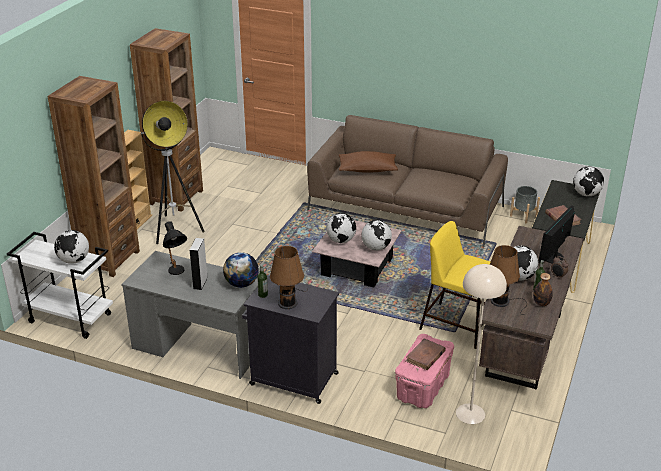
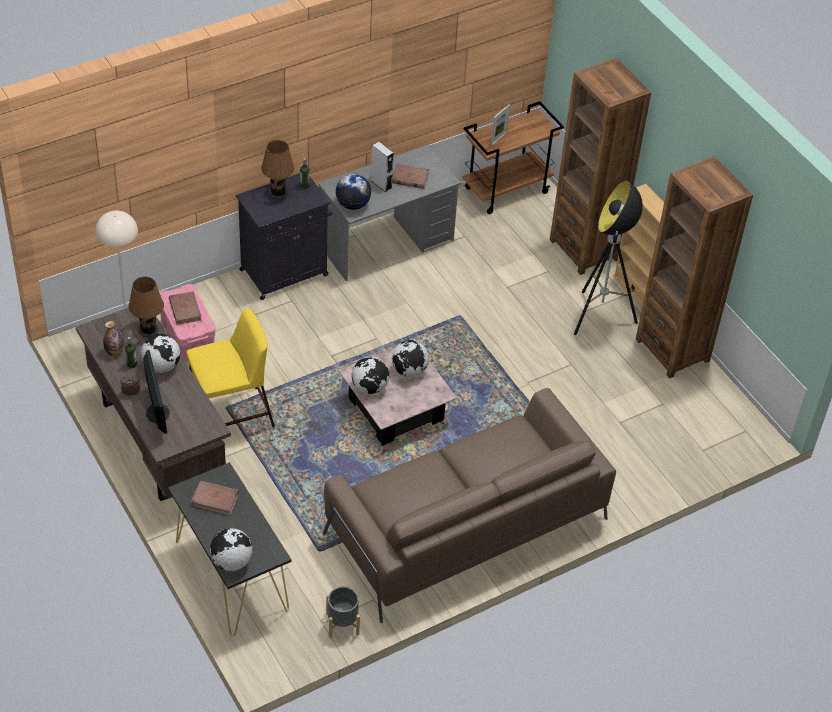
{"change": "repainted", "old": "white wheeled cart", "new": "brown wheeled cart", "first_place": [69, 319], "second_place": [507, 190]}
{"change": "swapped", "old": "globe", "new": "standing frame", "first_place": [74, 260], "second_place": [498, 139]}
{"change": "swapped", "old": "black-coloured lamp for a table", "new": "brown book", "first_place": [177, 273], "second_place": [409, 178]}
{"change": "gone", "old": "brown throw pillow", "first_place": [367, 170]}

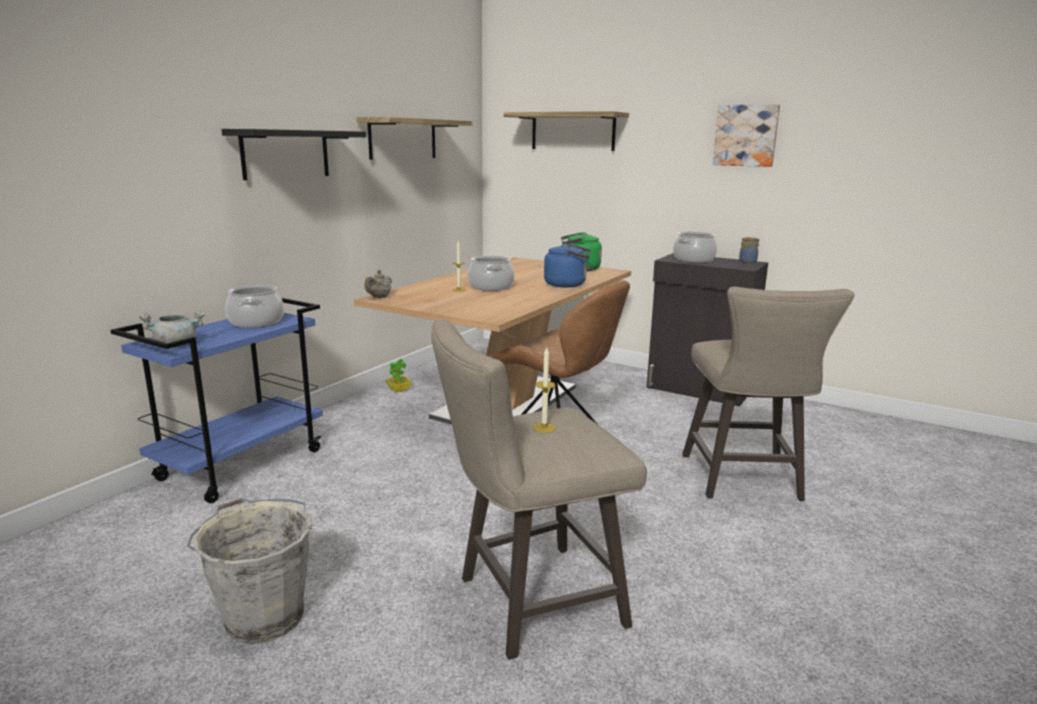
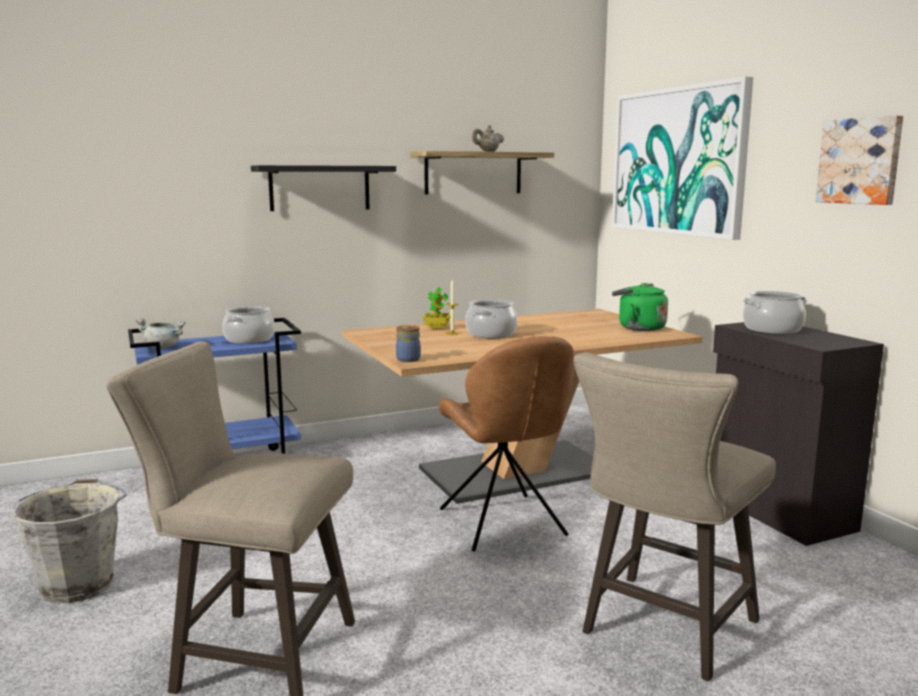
{"change": "shifted", "old": "beige tea pot", "first_place": [379, 297], "second_place": [488, 151]}
{"change": "shifted", "old": "potted plant", "first_place": [398, 390], "second_place": [437, 327]}
{"change": "swapped", "old": "wall shelf", "new": "wall picture", "first_place": [572, 131], "second_place": [677, 161]}
{"change": "gone", "old": "wax candle", "first_place": [544, 428]}
{"change": "gone", "old": "bluish tea kettle", "first_place": [568, 284]}
{"change": "shifted", "old": "preserve jar", "first_place": [747, 261], "second_place": [409, 359]}

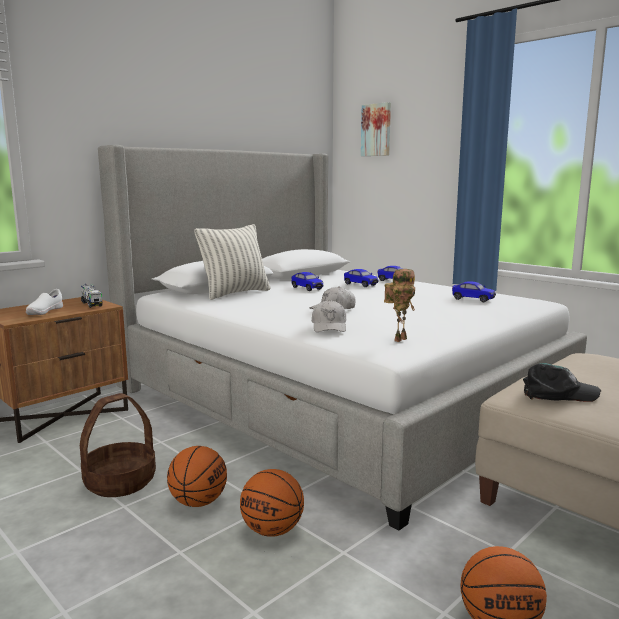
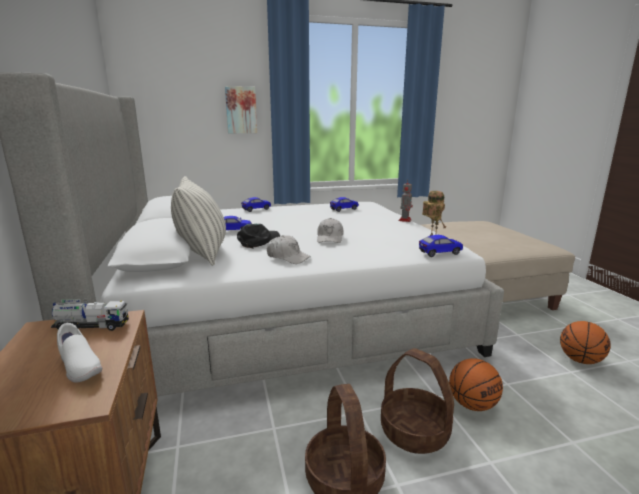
{"change": "swapped", "old": "basketball", "new": "storage basket", "first_place": [198, 502], "second_place": [414, 432]}
{"change": "shifted", "old": "white baseball cap", "first_place": [329, 326], "second_place": [288, 257]}
{"change": "shifted", "old": "model car", "first_place": [360, 284], "second_place": [440, 253]}
{"change": "shifted", "old": "wall picture", "first_place": [376, 130], "second_place": [241, 110]}
{"change": "shifted", "old": "black-coloured baseball cap", "first_place": [558, 393], "second_place": [259, 241]}
{"change": "new", "new": "model robot", "second_place": [405, 220]}

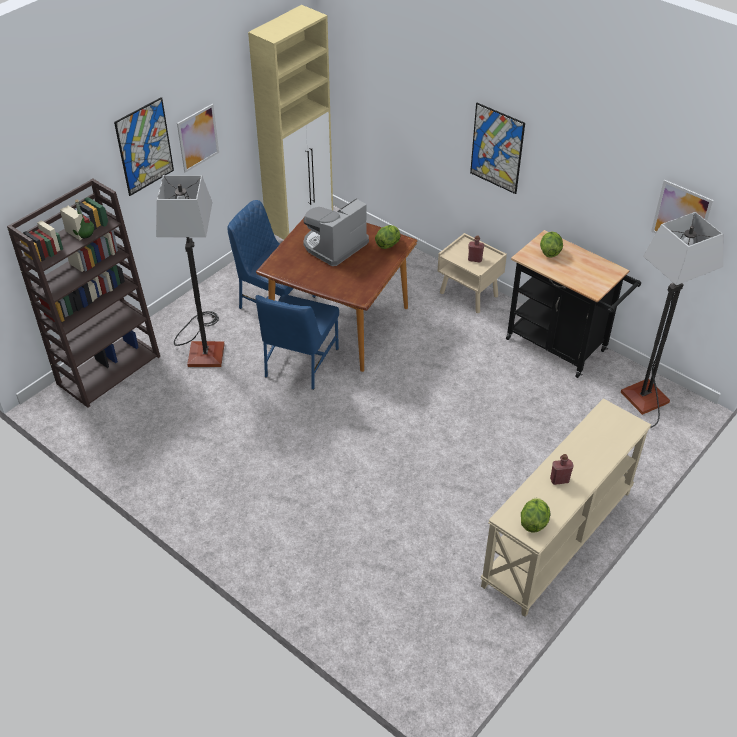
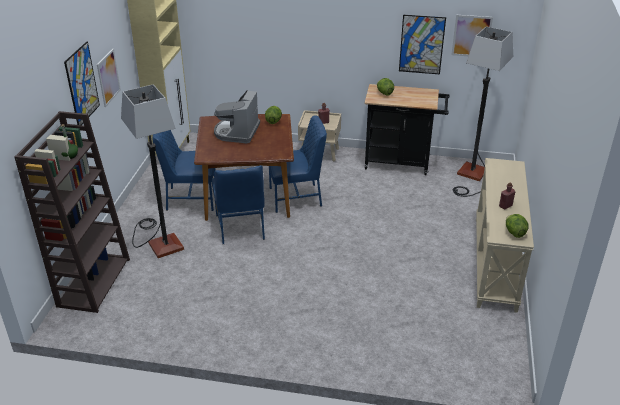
{"change": "shifted", "old": "wall picture", "first_place": [497, 148], "second_place": [421, 44]}
{"change": "new", "new": "bluish upright chair", "second_place": [296, 197]}

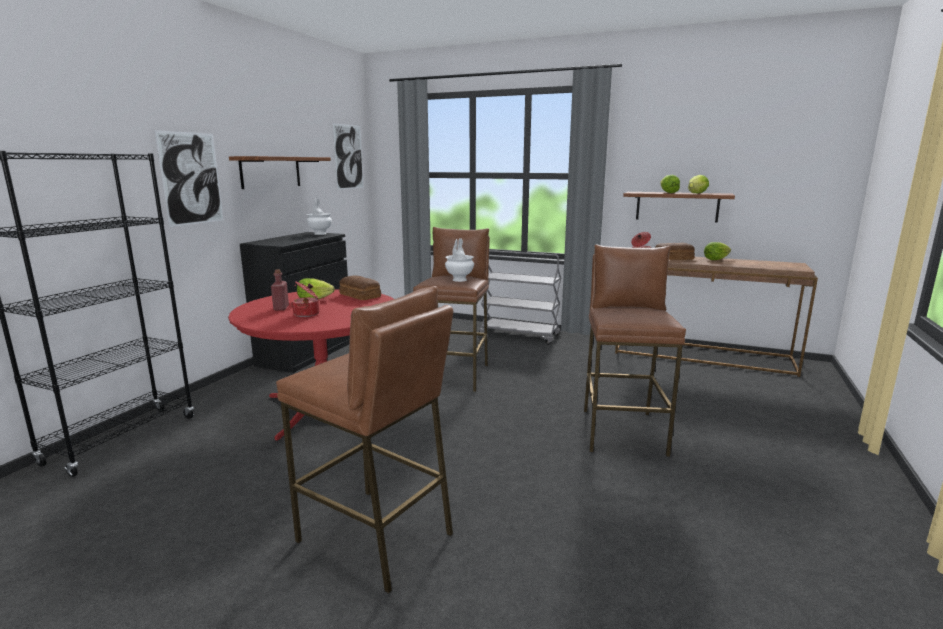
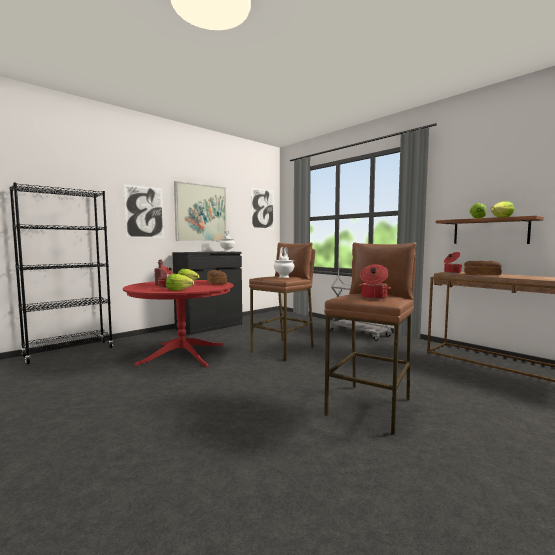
{"change": "swapped", "old": "wall shelf", "new": "wall picture", "first_place": [271, 172], "second_place": [201, 213]}
{"change": "gone", "old": "brown stool", "first_place": [375, 537]}
{"change": "shifted", "old": "lettuce", "first_place": [715, 259], "second_place": [178, 290]}
{"change": "new", "new": "saucepot", "second_place": [373, 297]}

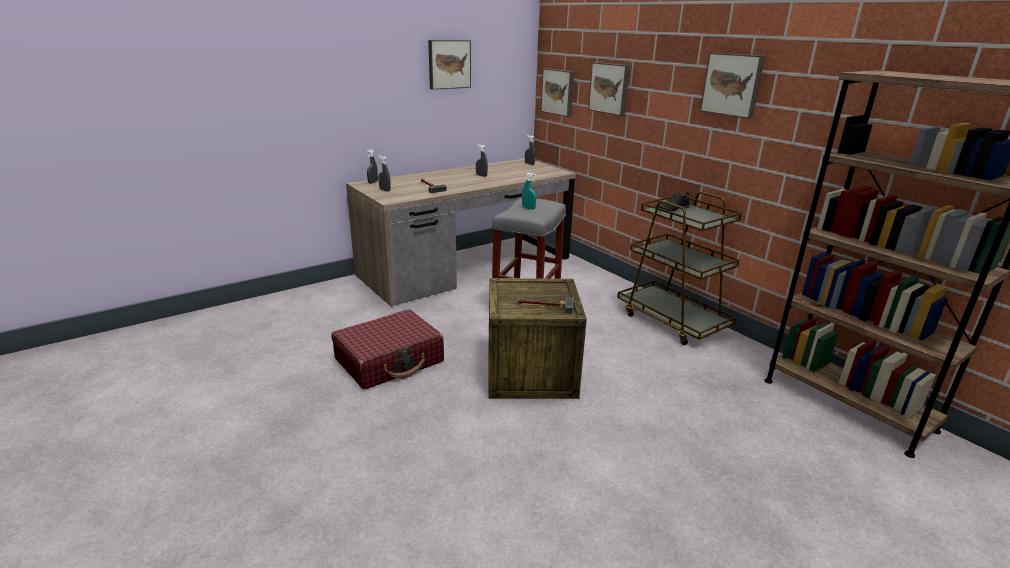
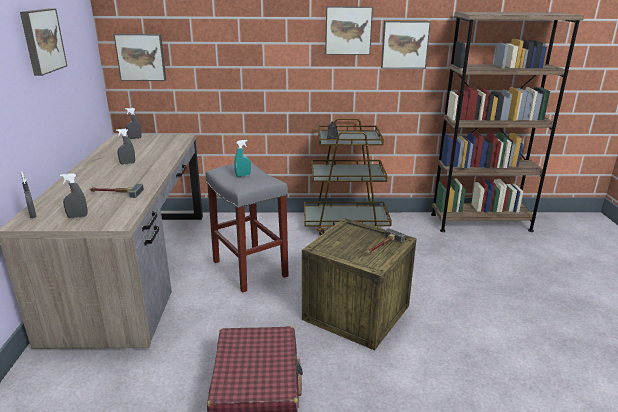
{"change": "shifted", "old": "wall picture", "first_place": [610, 88], "second_place": [404, 44]}

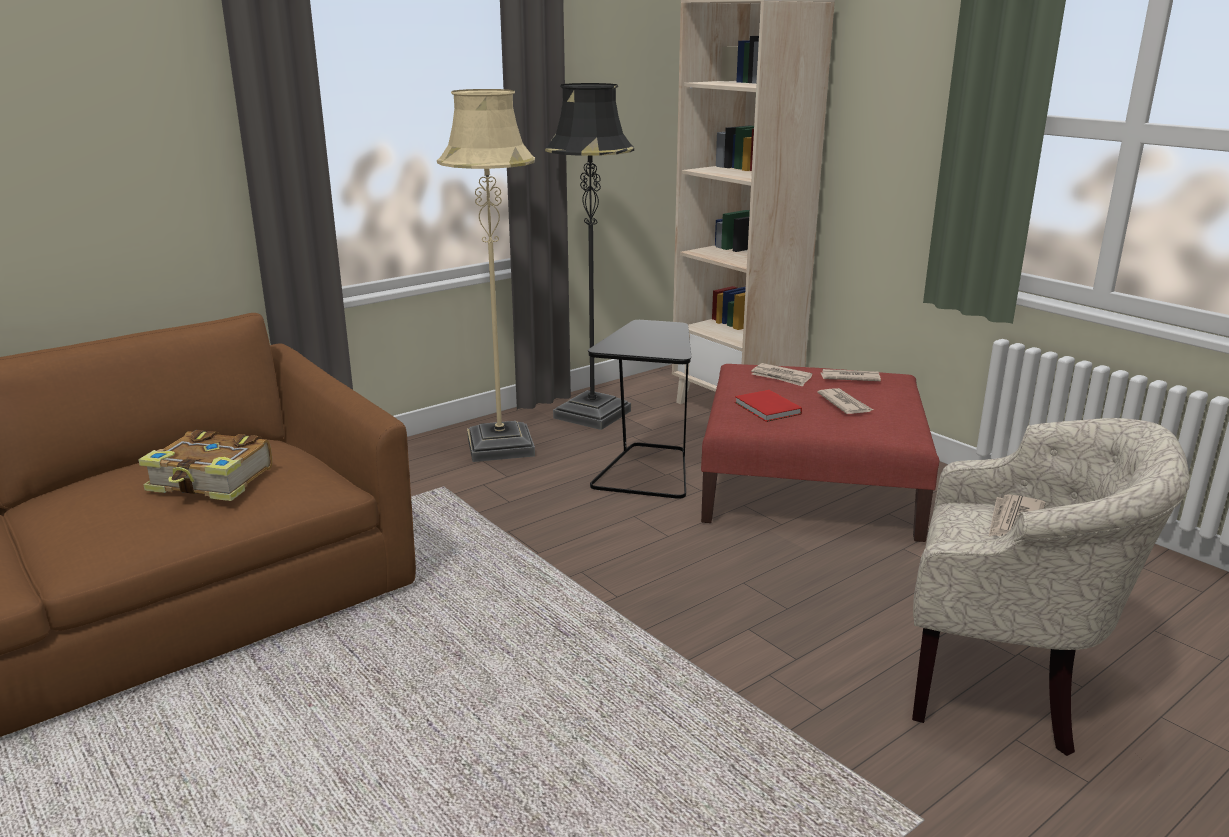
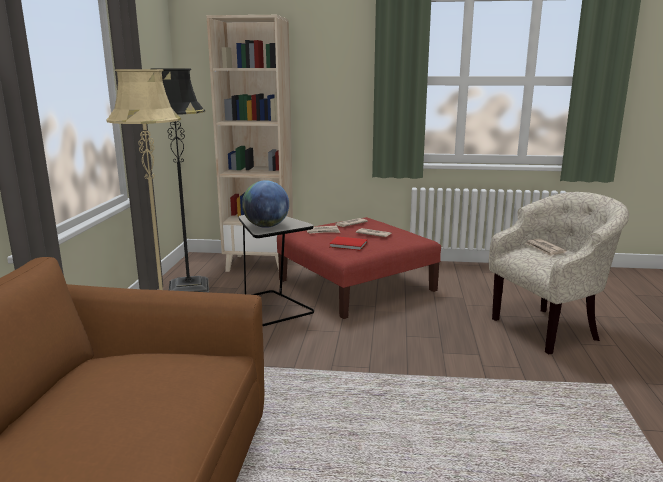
{"change": "gone", "old": "book", "first_place": [212, 481]}
{"change": "new", "new": "globe", "second_place": [266, 226]}

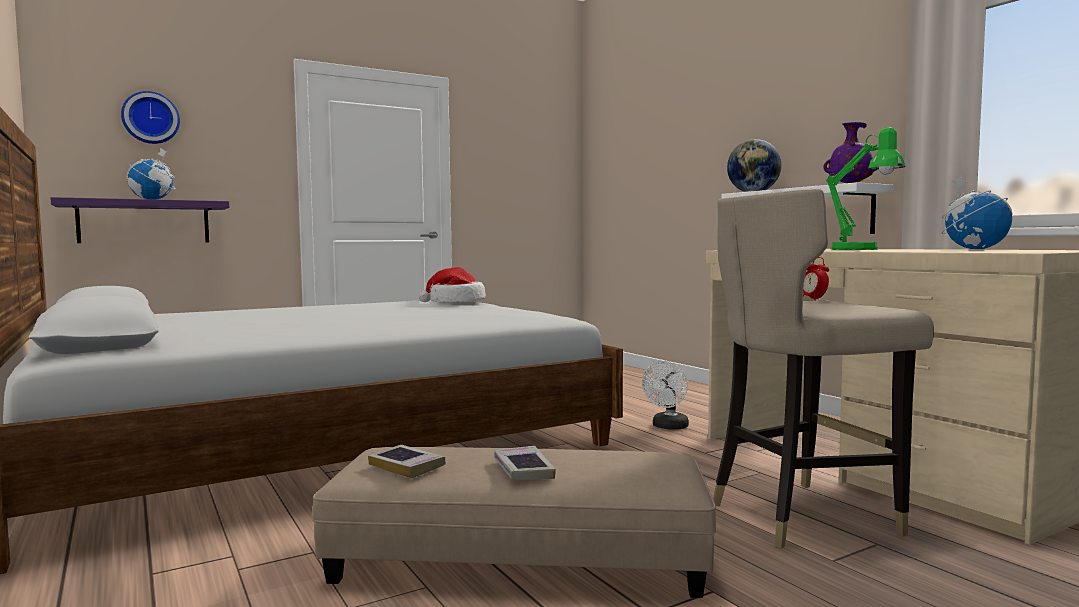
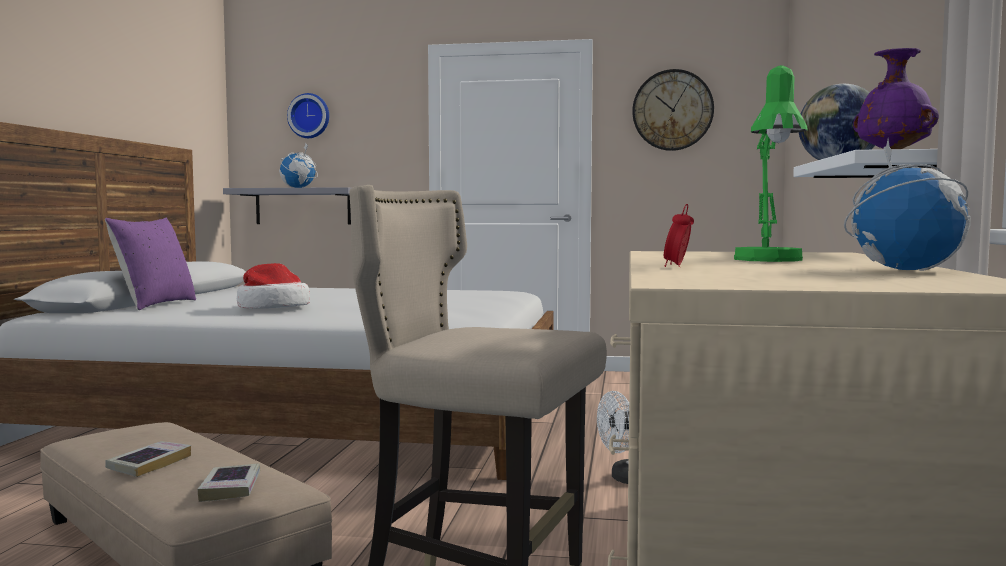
{"change": "repainted", "old": "purple-coloured wall shelf", "new": "grey wall shelf", "first_place": [144, 222], "second_place": [303, 206]}
{"change": "shifted", "old": "book", "first_place": [406, 466], "second_place": [230, 488]}
{"change": "shifted", "old": "clothing hat", "first_place": [455, 302], "second_place": [272, 308]}
{"change": "shifted", "old": "alarm clock", "first_place": [813, 300], "second_place": [677, 267]}
{"change": "new", "new": "purple-coloured throw pillow", "second_place": [155, 304]}
{"change": "new", "new": "clock on the wall", "second_place": [672, 110]}

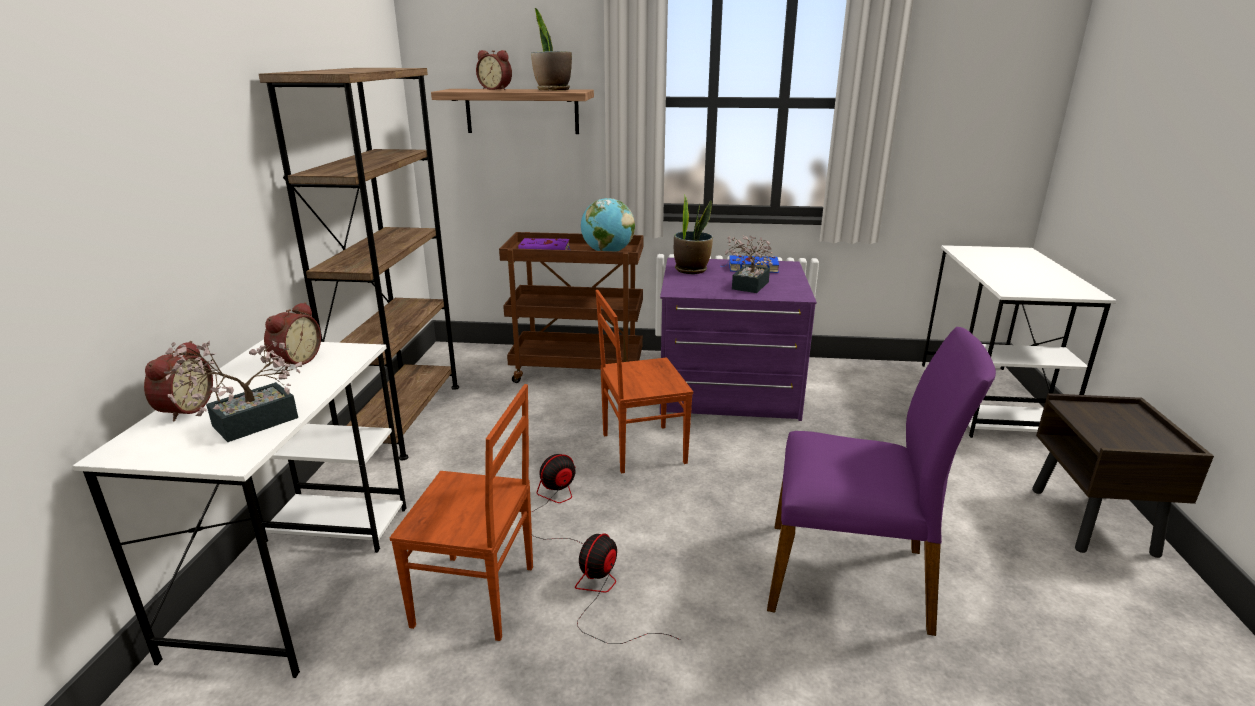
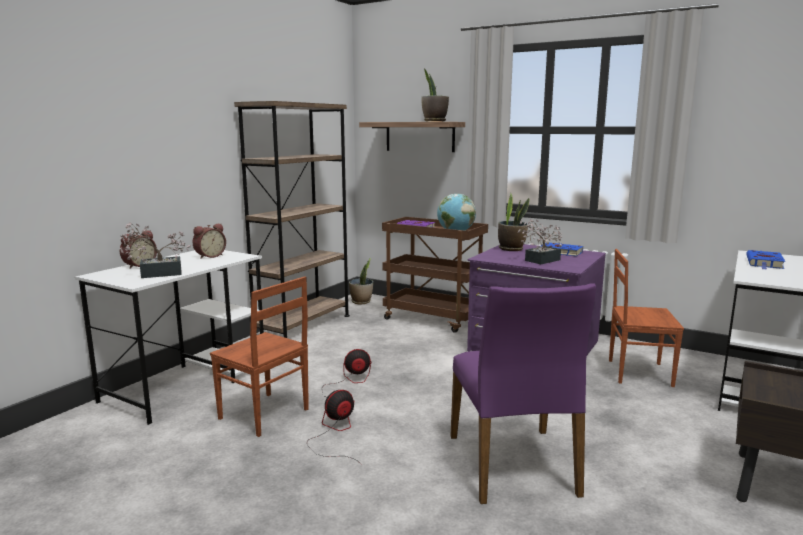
{"change": "gone", "old": "alarm clock", "first_place": [496, 89]}
{"change": "shifted", "old": "brown upright chair", "first_place": [641, 448], "second_place": [638, 372]}
{"change": "rotated", "old": "purple-coloured upright chair", "first_place": [850, 577], "second_place": [513, 465], "degrees": 45}
{"change": "new", "new": "potted plant", "second_place": [361, 302]}
{"change": "new", "new": "bluish book", "second_place": [764, 263]}

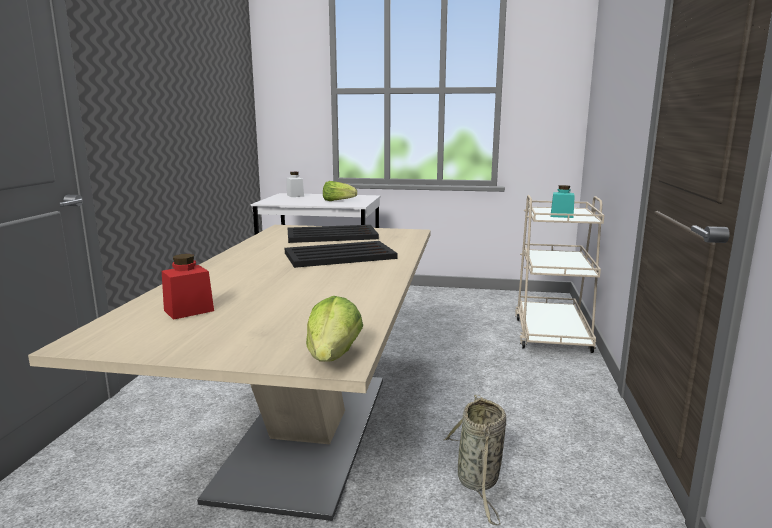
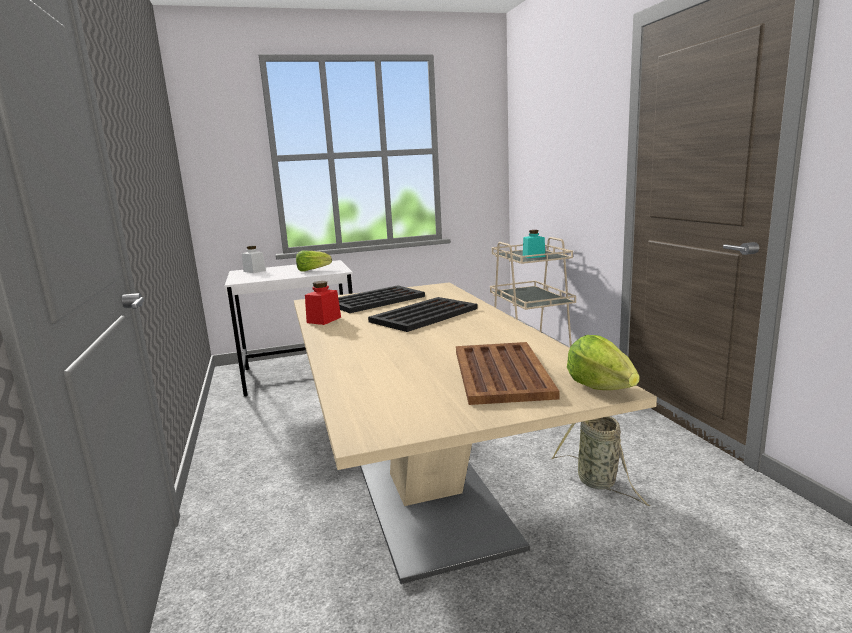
{"change": "shifted", "old": "red-coloured preserve jar", "first_place": [189, 310], "second_place": [324, 320]}
{"change": "new", "new": "brown carrying tray", "second_place": [501, 372]}

